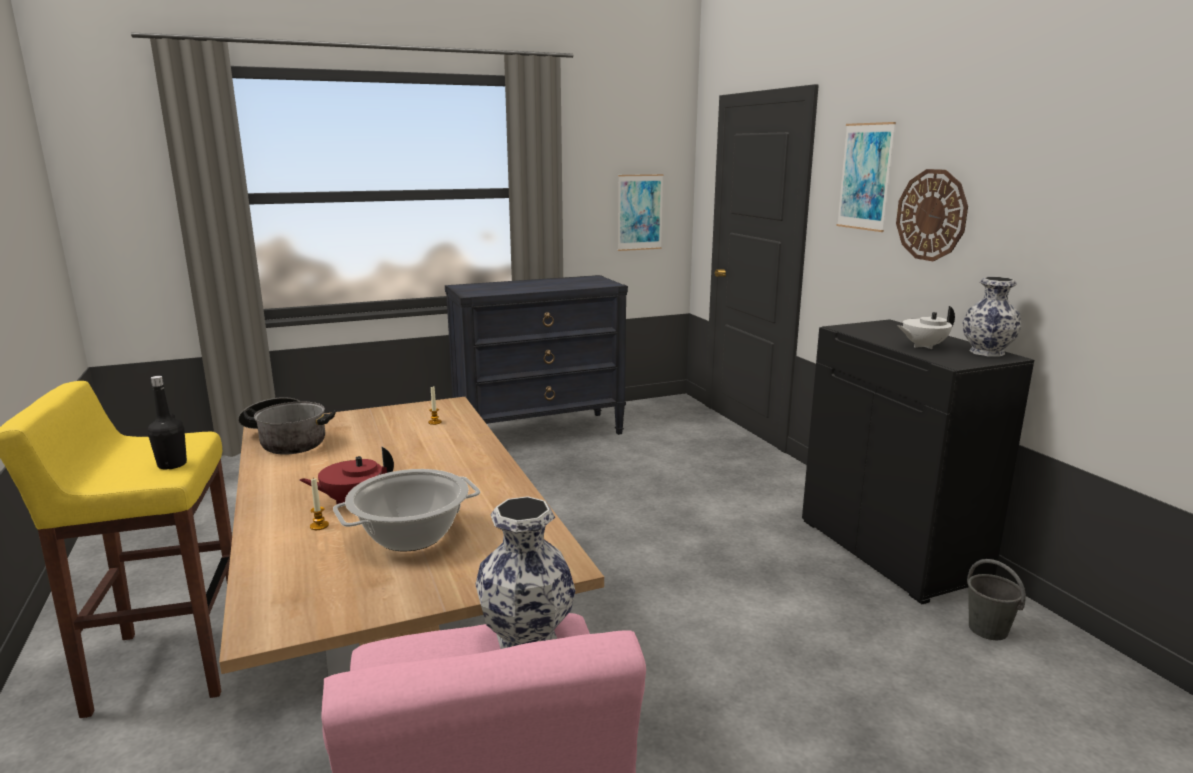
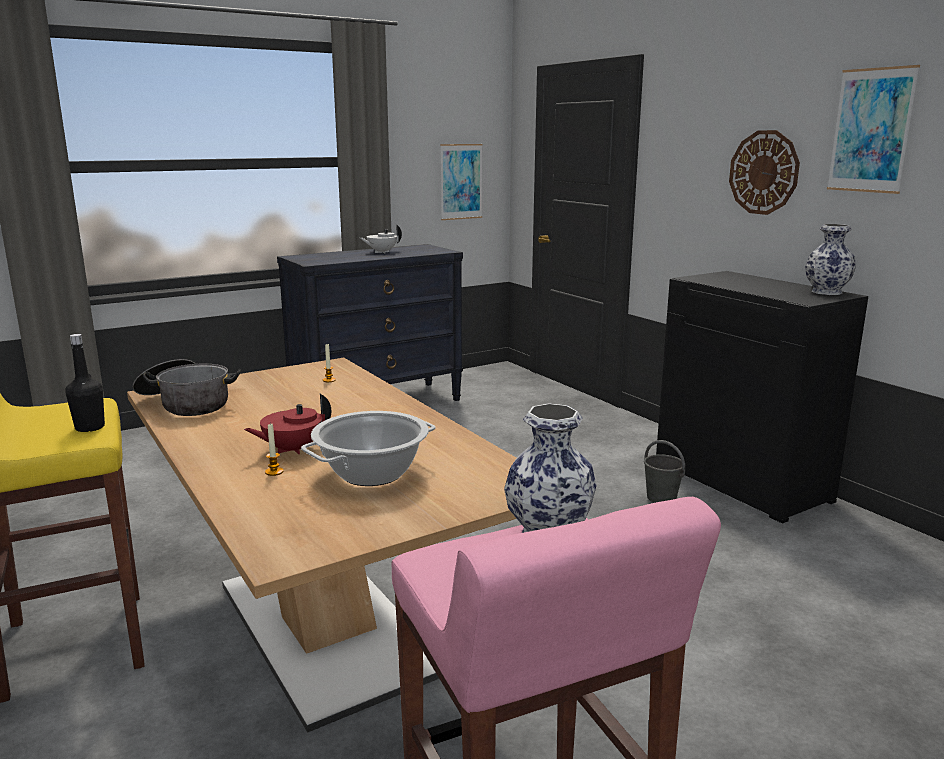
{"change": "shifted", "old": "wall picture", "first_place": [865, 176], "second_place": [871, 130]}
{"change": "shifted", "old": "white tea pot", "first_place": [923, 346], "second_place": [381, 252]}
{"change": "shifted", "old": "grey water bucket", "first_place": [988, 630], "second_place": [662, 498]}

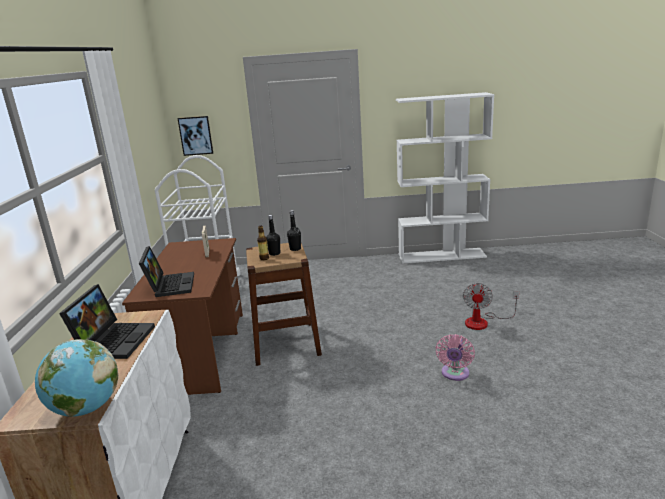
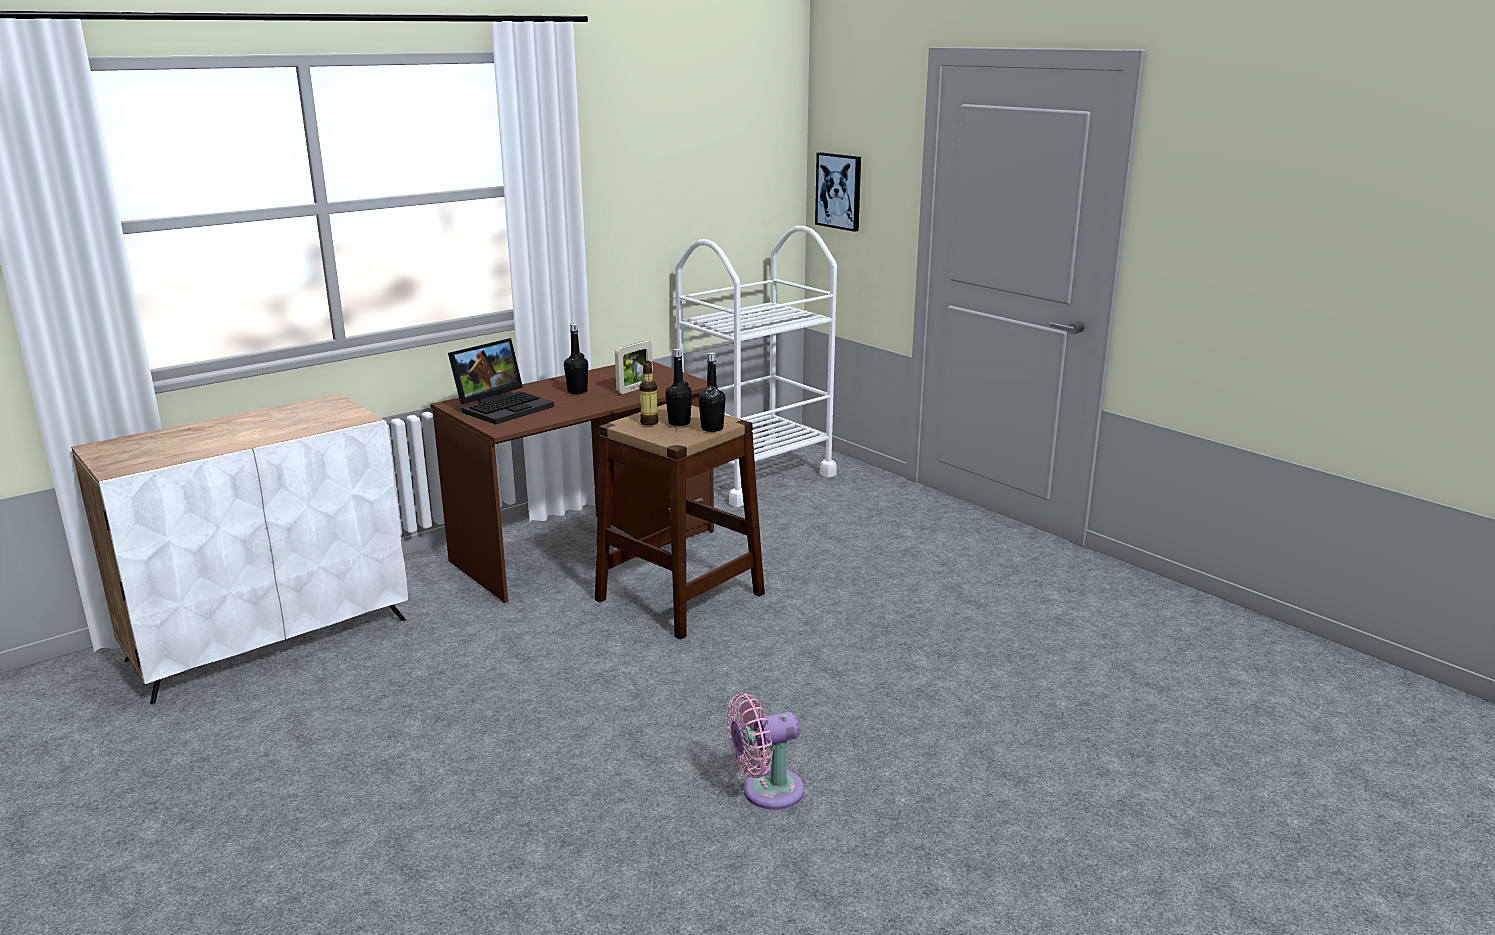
{"change": "gone", "old": "globe", "first_place": [86, 408]}
{"change": "gone", "old": "notebook computer", "first_place": [114, 340]}
{"change": "gone", "old": "white shelving unit", "first_place": [442, 255]}
{"change": "gone", "old": "cooling fan", "first_place": [483, 322]}
{"change": "new", "new": "black-coloured bottle", "second_place": [577, 391]}

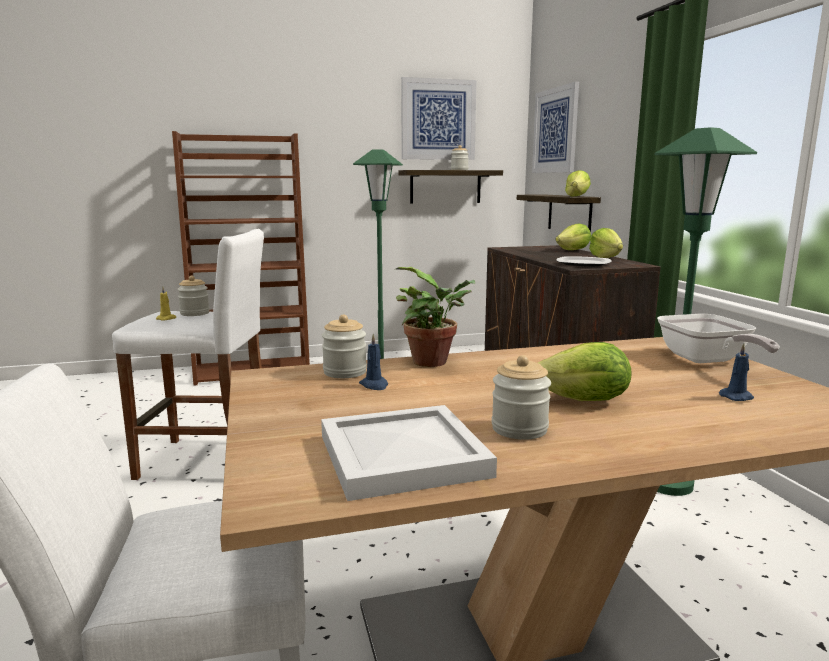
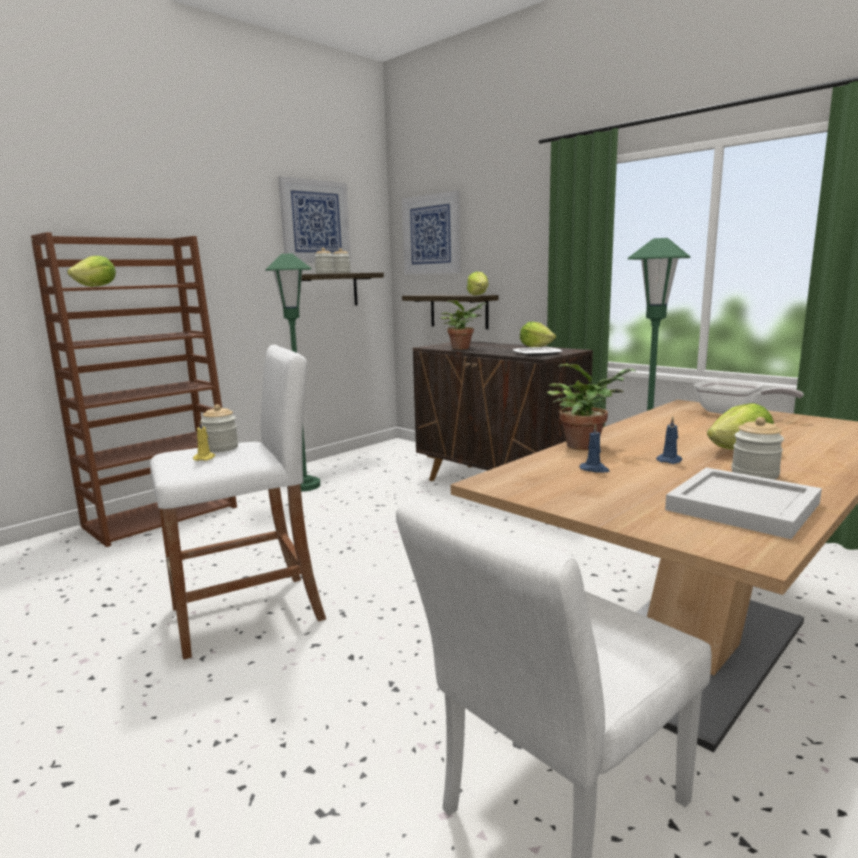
{"change": "shifted", "old": "preserve jar", "first_place": [345, 372], "second_place": [324, 273]}
{"change": "shifted", "old": "lettuce", "first_place": [573, 250], "second_place": [96, 286]}
{"change": "shifted", "old": "bluish wax candle", "first_place": [737, 397], "second_place": [669, 460]}
{"change": "new", "new": "potted plant", "second_place": [462, 348]}

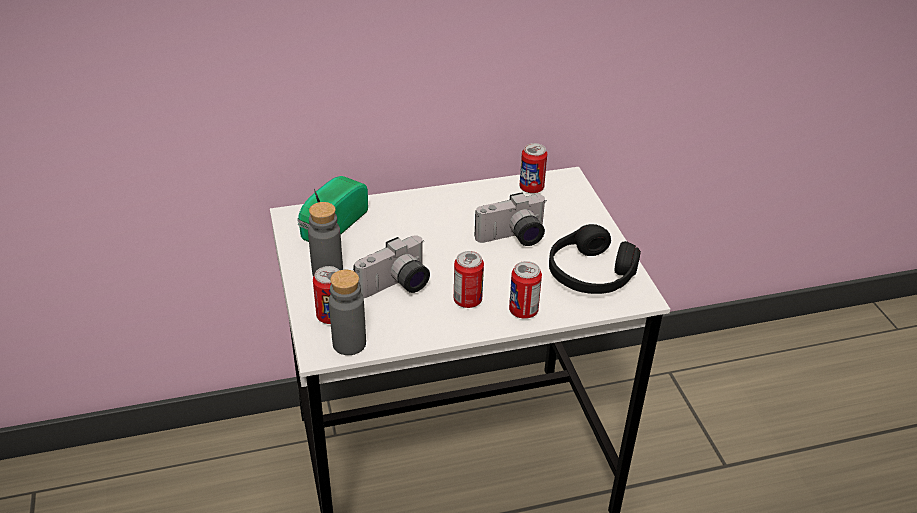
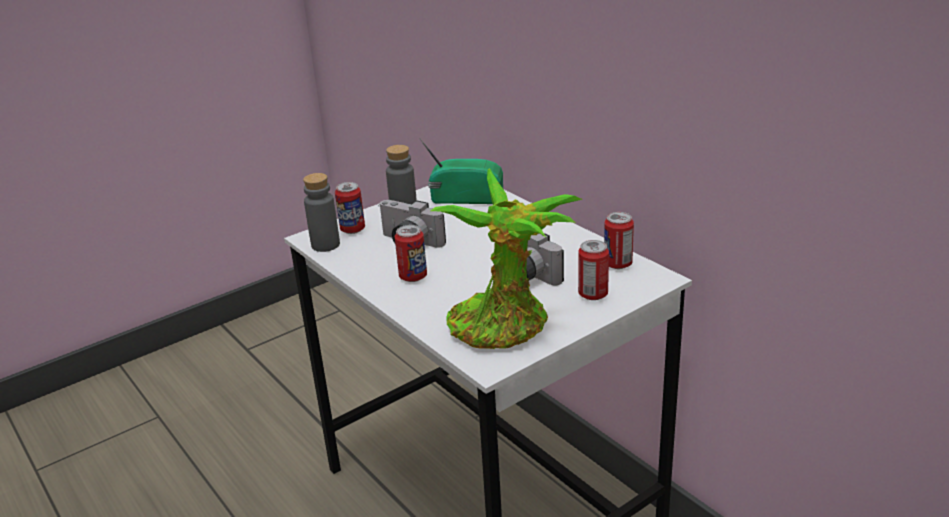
{"change": "shifted", "old": "sealed can", "first_place": [523, 311], "second_place": [593, 295]}
{"change": "swapped", "old": "black-coloured pair of headphones", "new": "potted plant", "first_place": [590, 273], "second_place": [504, 327]}

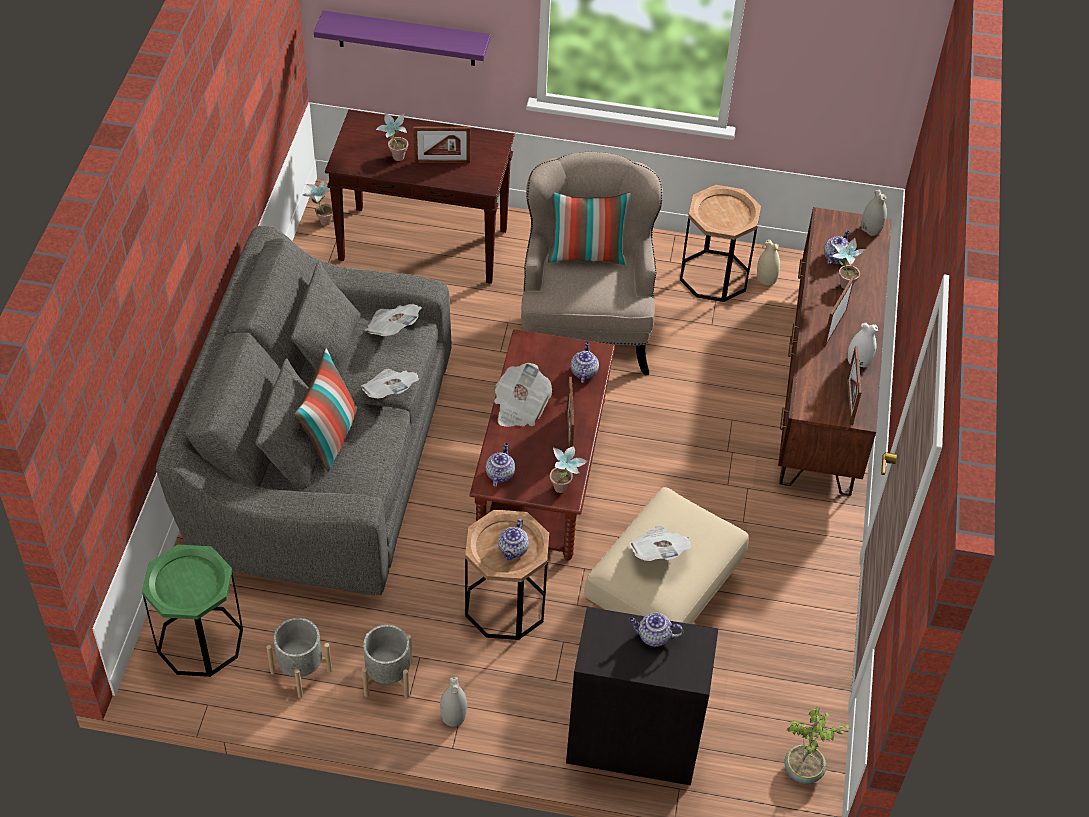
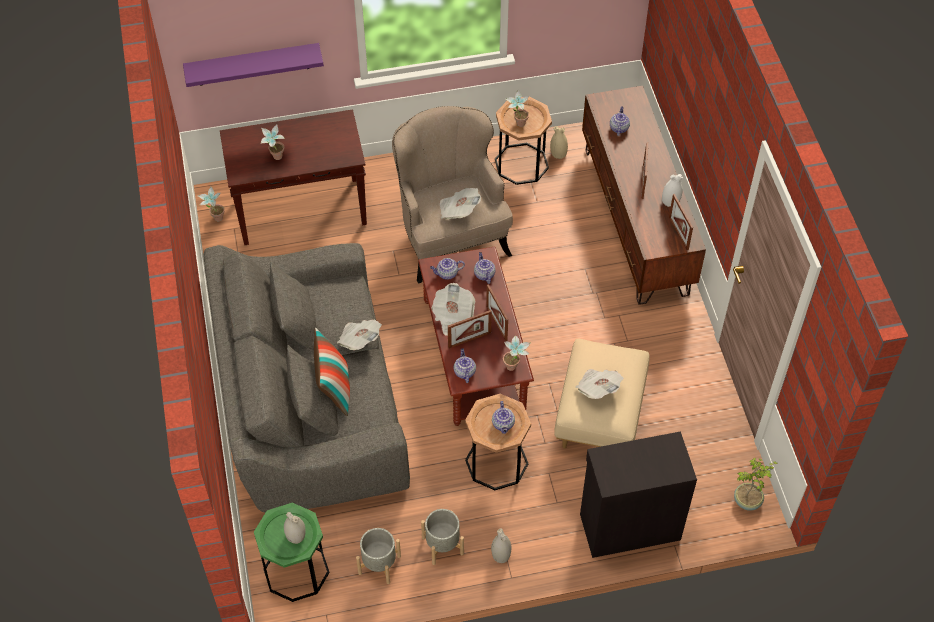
{"change": "shifted", "old": "daily paper", "first_place": [393, 329], "second_place": [458, 210]}
{"change": "shifted", "old": "standing frame", "first_place": [442, 162], "second_place": [469, 340]}
{"change": "gone", "old": "throw pillow", "first_place": [587, 255]}
{"change": "shifted", "old": "tea pot", "first_place": [653, 637], "second_place": [447, 274]}
{"change": "shifted", "old": "potted plant", "first_place": [841, 284], "second_place": [517, 123]}
{"change": "shifted", "old": "white decorative vase", "first_place": [871, 229], "second_place": [296, 536]}

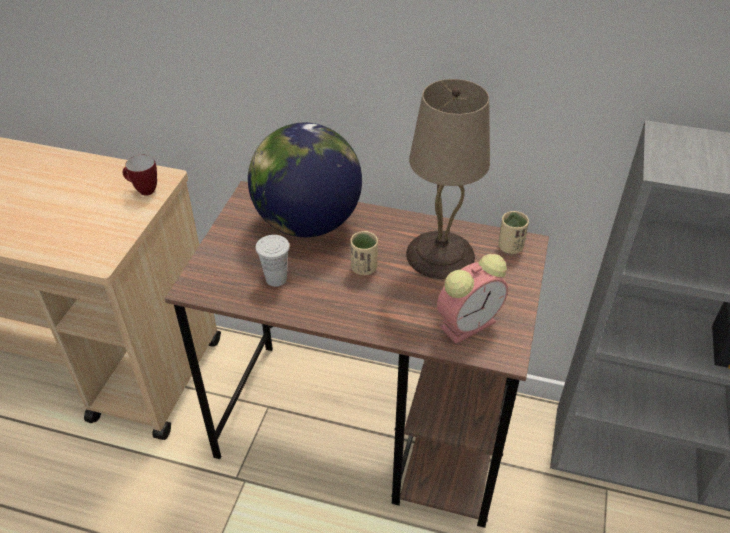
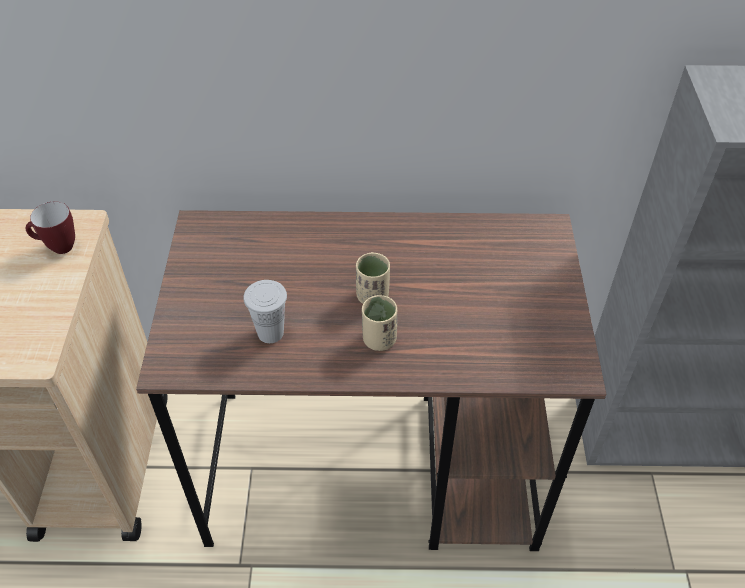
{"change": "gone", "old": "globe", "first_place": [308, 223]}
{"change": "gone", "old": "beige lamp for a table", "first_place": [439, 254]}
{"change": "gone", "old": "alarm clock", "first_place": [469, 323]}
{"change": "shifted", "old": "beige cup", "first_place": [510, 247], "second_place": [379, 339]}

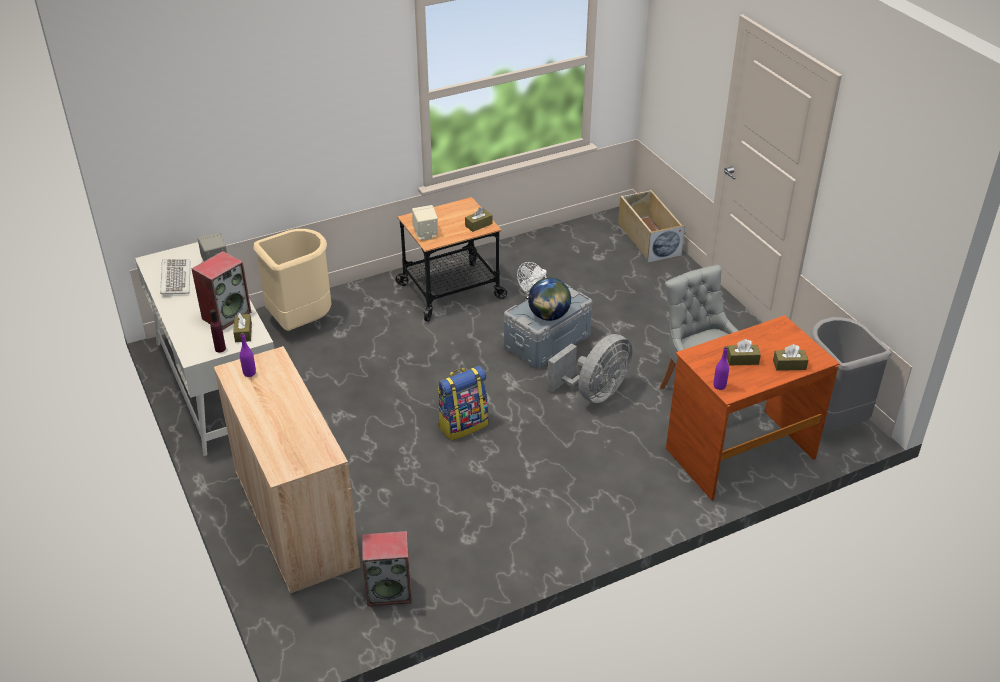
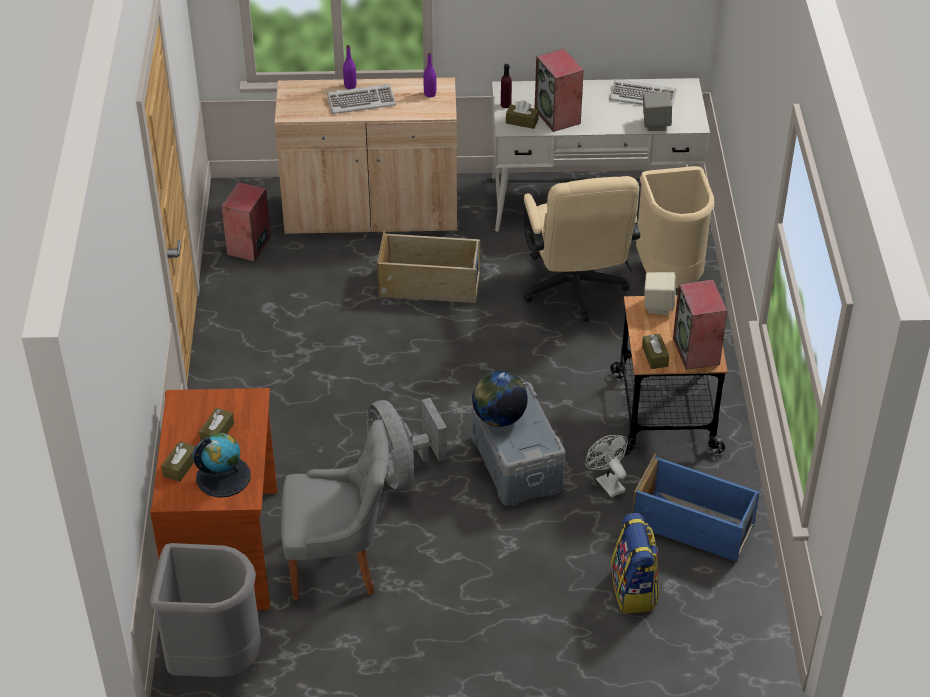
{"change": "shifted", "old": "rucksack", "first_place": [463, 424], "second_place": [634, 590]}
{"change": "shifted", "old": "beige storage container", "first_place": [648, 239], "second_place": [430, 285]}
{"change": "shifted", "old": "purple-coloured bottle", "first_place": [719, 386], "second_place": [350, 86]}
{"change": "new", "new": "globe", "second_place": [223, 476]}
{"change": "new", "new": "keyboard", "second_place": [361, 101]}
{"change": "new", "new": "beige desk chair", "second_place": [575, 291]}
{"change": "new", "new": "bluish storage container", "second_place": [693, 525]}
{"change": "new", "new": "speaker", "second_place": [697, 351]}

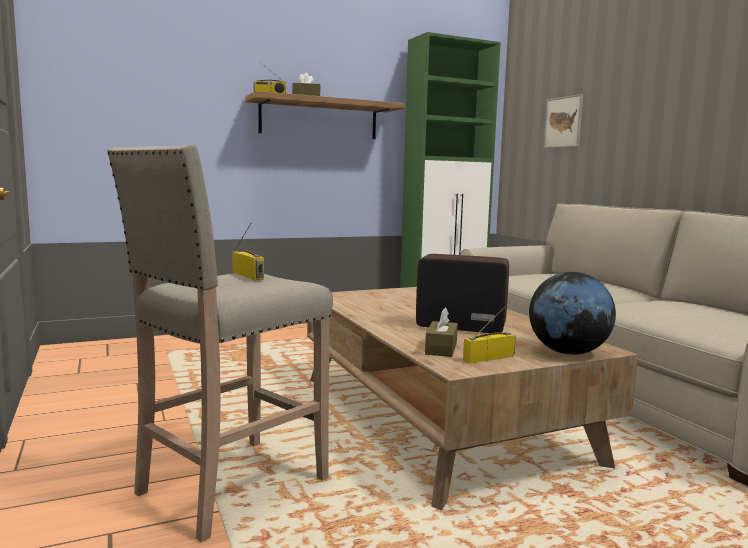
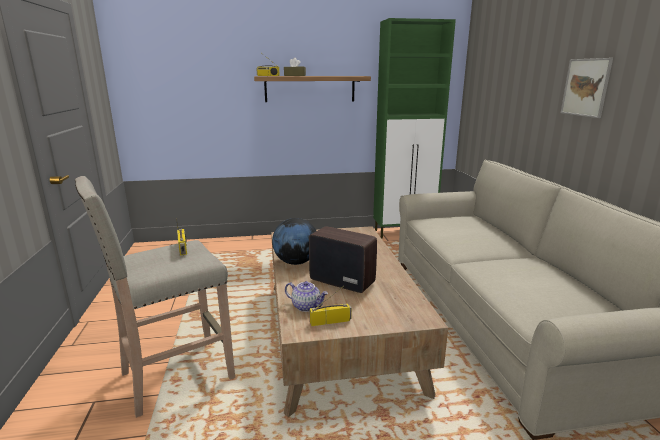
{"change": "swapped", "old": "brown tissue box", "new": "tea pot", "first_place": [441, 348], "second_place": [306, 306]}
{"change": "shifted", "old": "globe", "first_place": [568, 352], "second_place": [296, 262]}
{"change": "shifted", "old": "wall picture", "first_place": [563, 122], "second_place": [585, 87]}

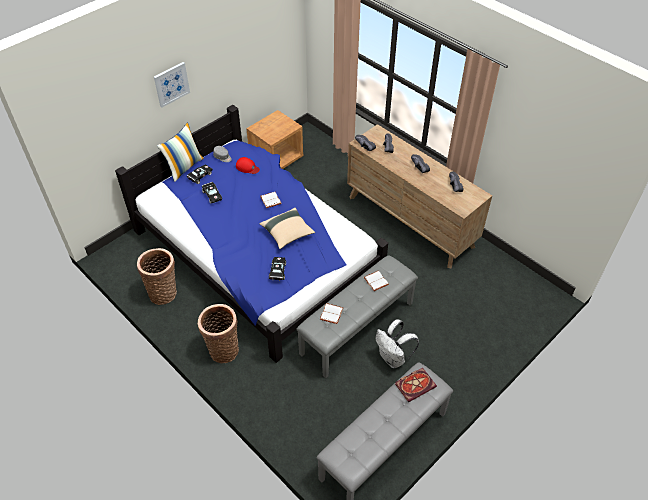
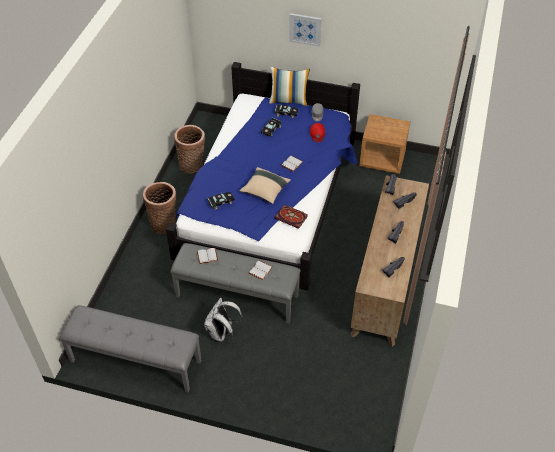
{"change": "shifted", "old": "book", "first_place": [415, 384], "second_place": [292, 217]}

